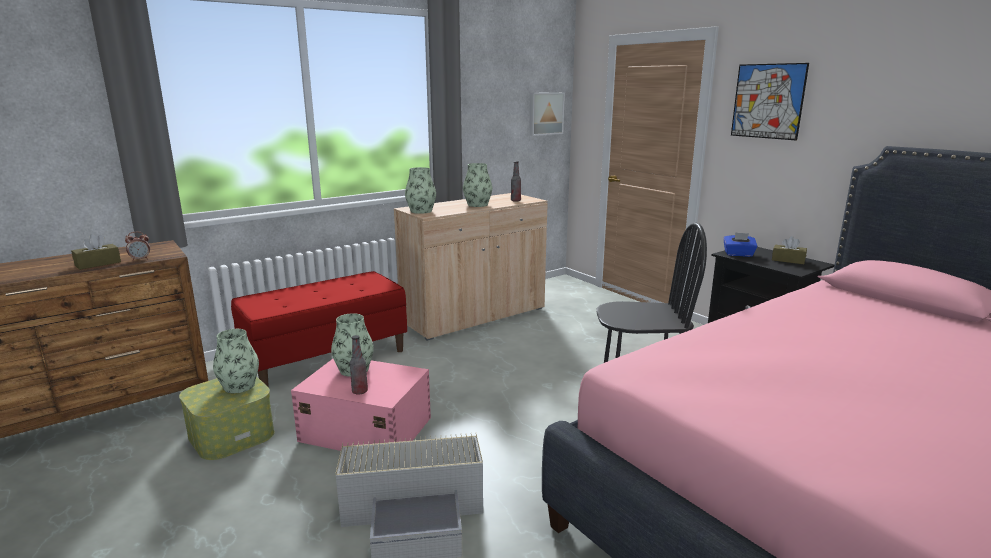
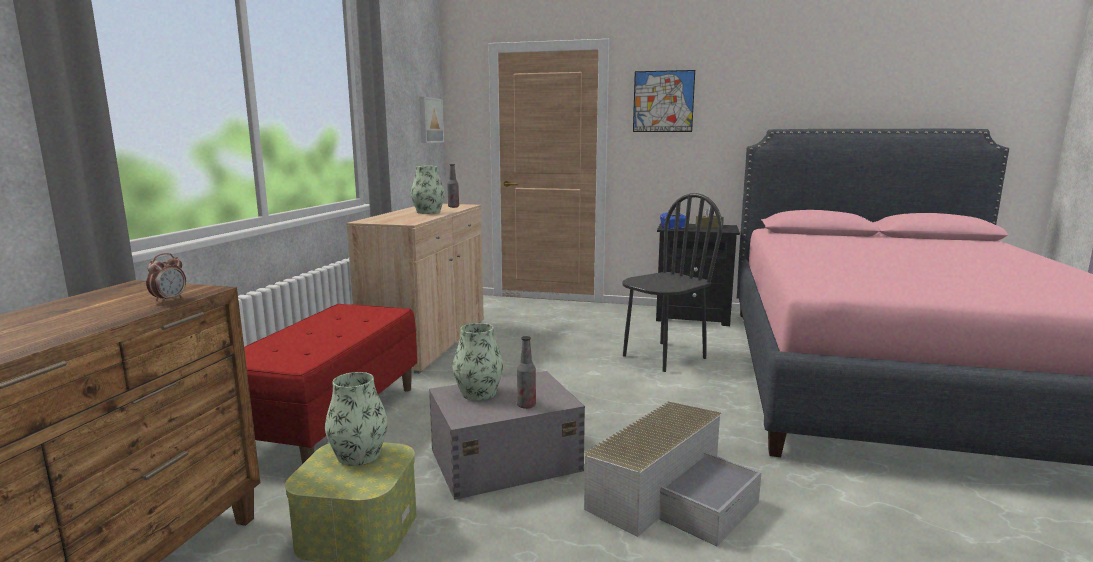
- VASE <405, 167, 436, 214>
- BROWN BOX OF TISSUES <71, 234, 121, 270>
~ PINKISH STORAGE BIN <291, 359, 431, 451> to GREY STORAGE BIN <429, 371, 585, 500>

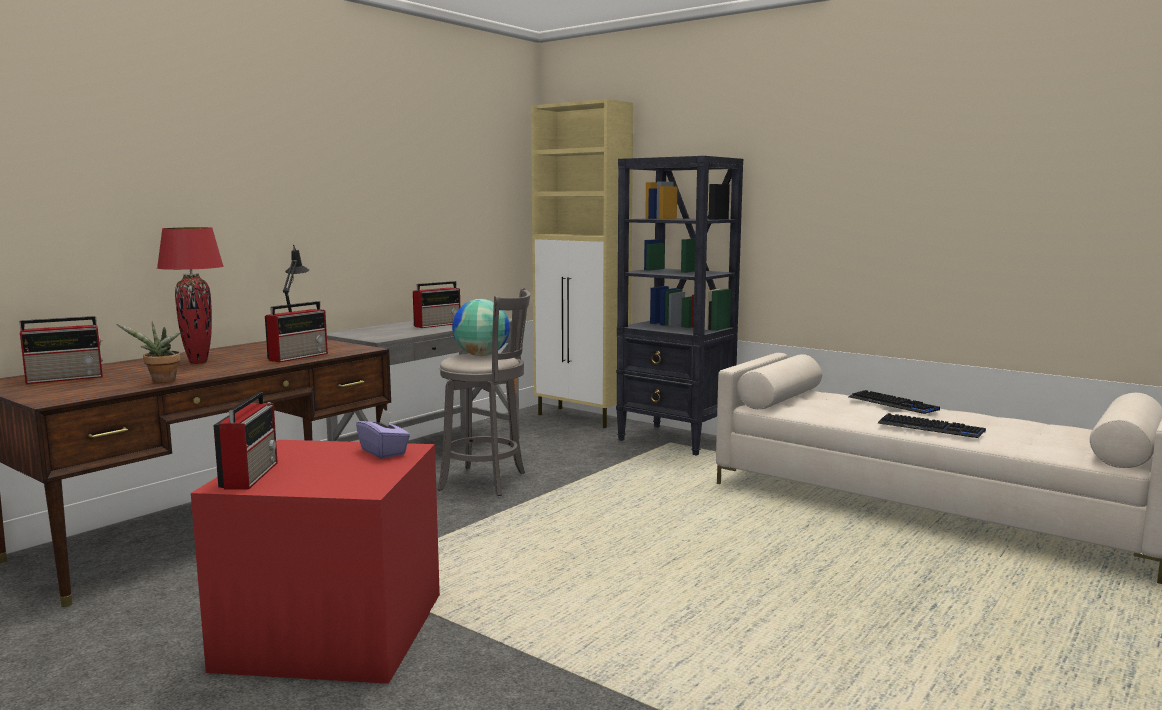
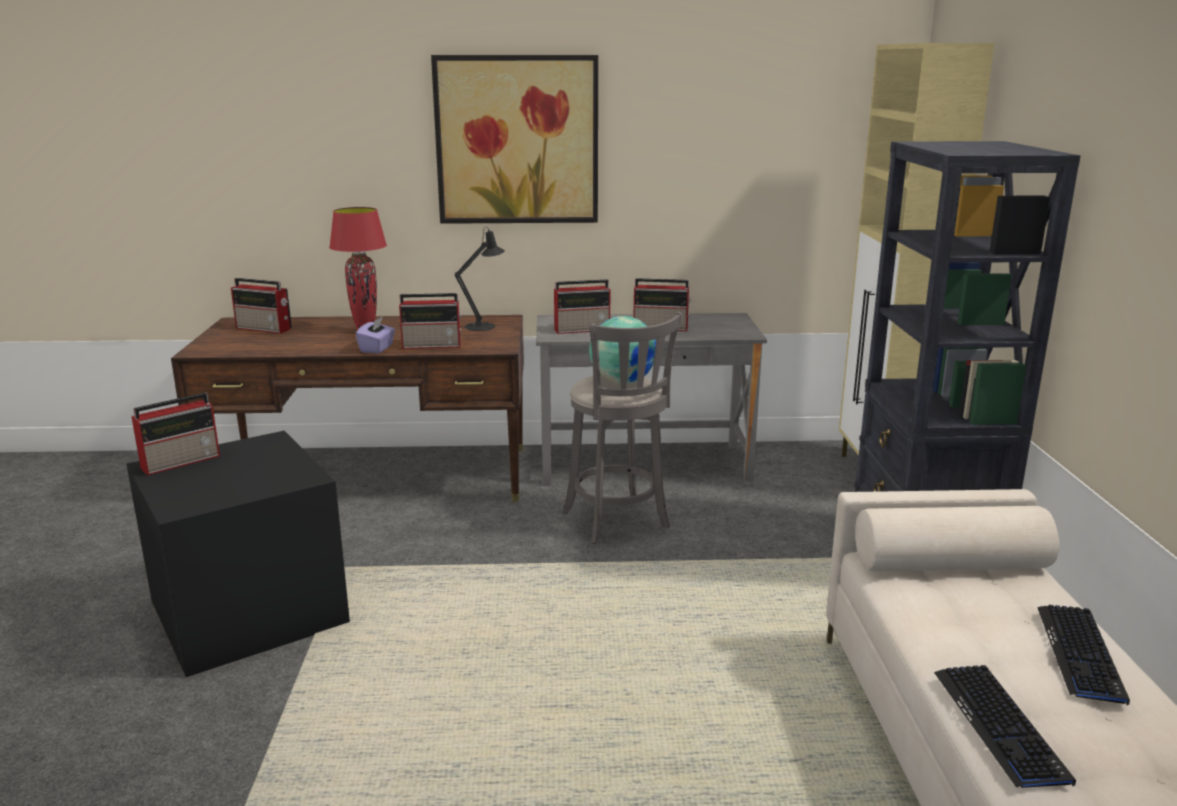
- POTTED PLANT <117, 321, 181, 383>
~ PURPLE-COLOURED BOX OF TISSUES <356, 409, 410, 459> to <356, 316, 395, 353>
~ REDDISH STORAGE BIN <191, 440, 440, 684> to BLACK-COLOURED STORAGE BIN <126, 431, 350, 677>
+ PICTURE <431, 55, 598, 224>
+ RADIO SET <554, 280, 611, 334>

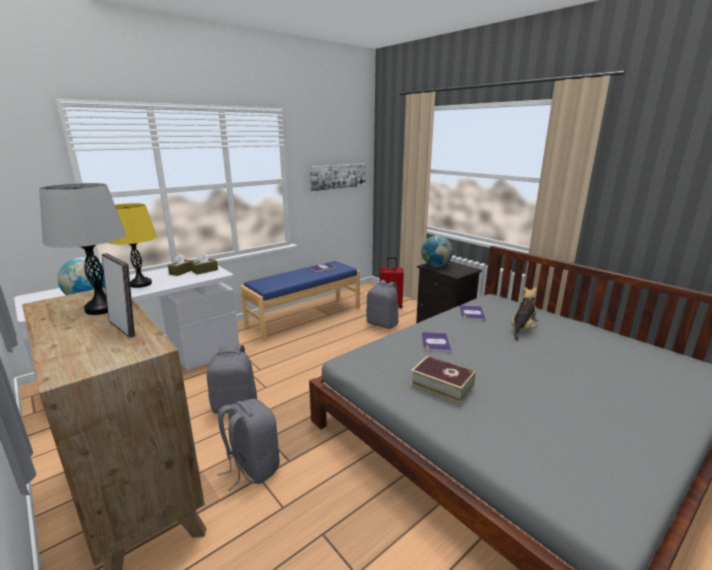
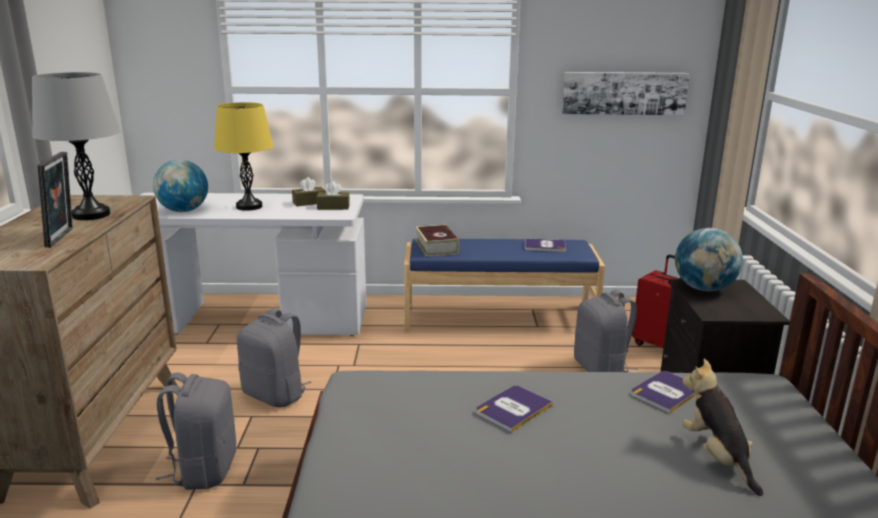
~ PLUSH TOY <511, 286, 538, 341> = <683, 358, 763, 496> 90 degrees counterclockwise
~ VOLUME <410, 356, 476, 403> to <415, 225, 459, 257>

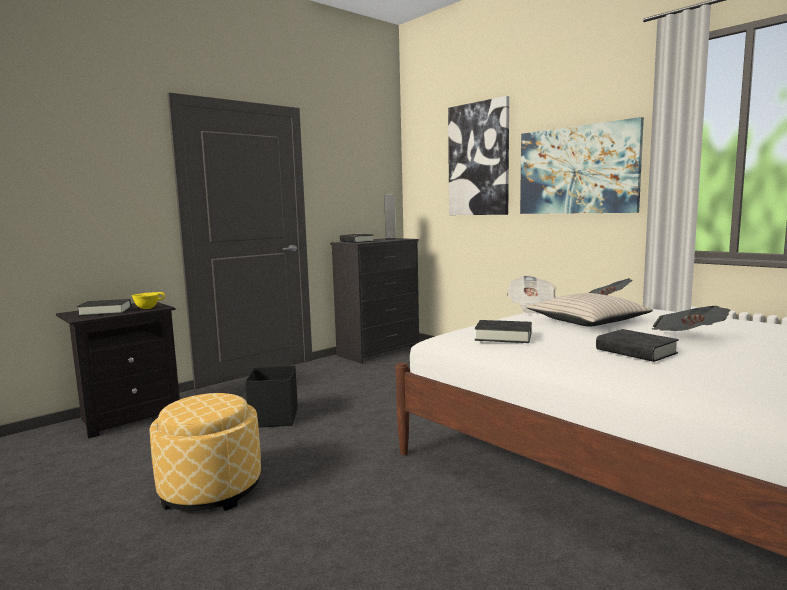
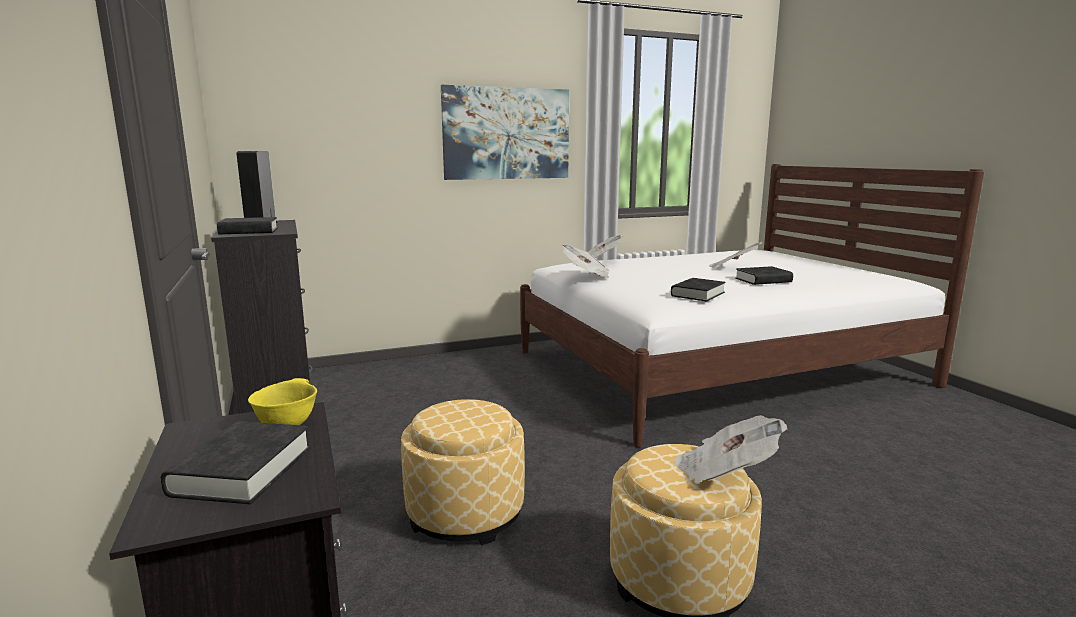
- PICTURE <448, 96, 509, 215>
- BEIGE-COLOURED PILLOW <526, 293, 653, 327>
~ BLACK-COLOURED STORAGE BIN <245, 366, 298, 427> to POUFFE <401, 399, 525, 545>
+ DAILY PAPER <674, 415, 788, 484>

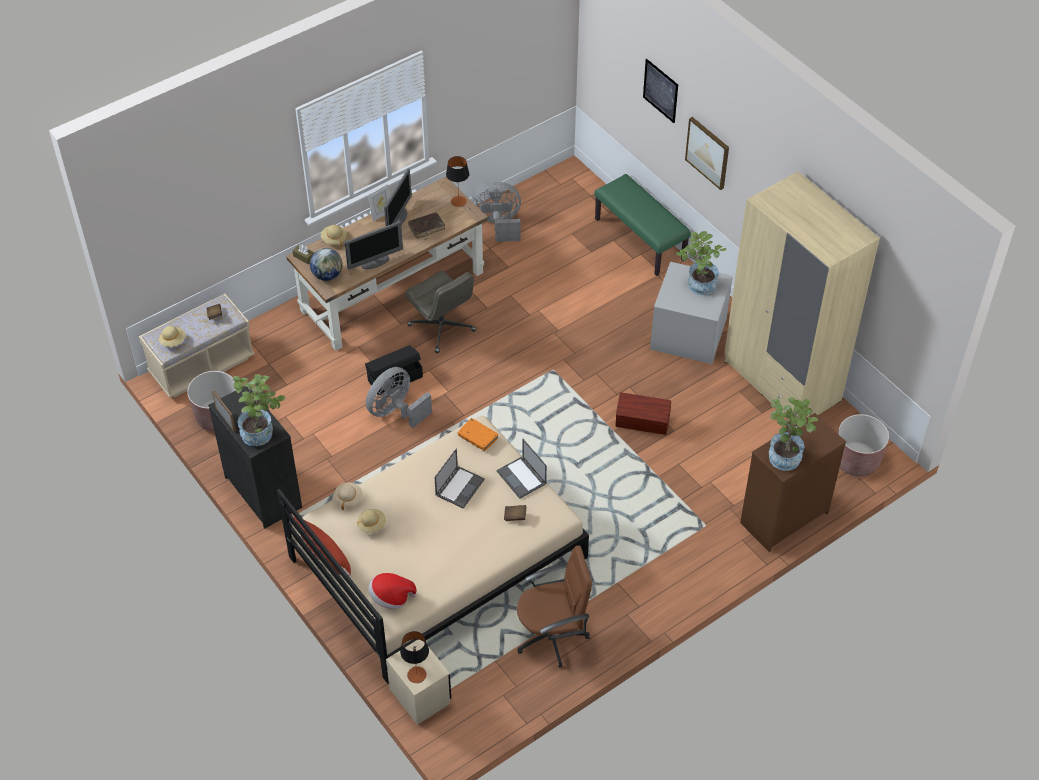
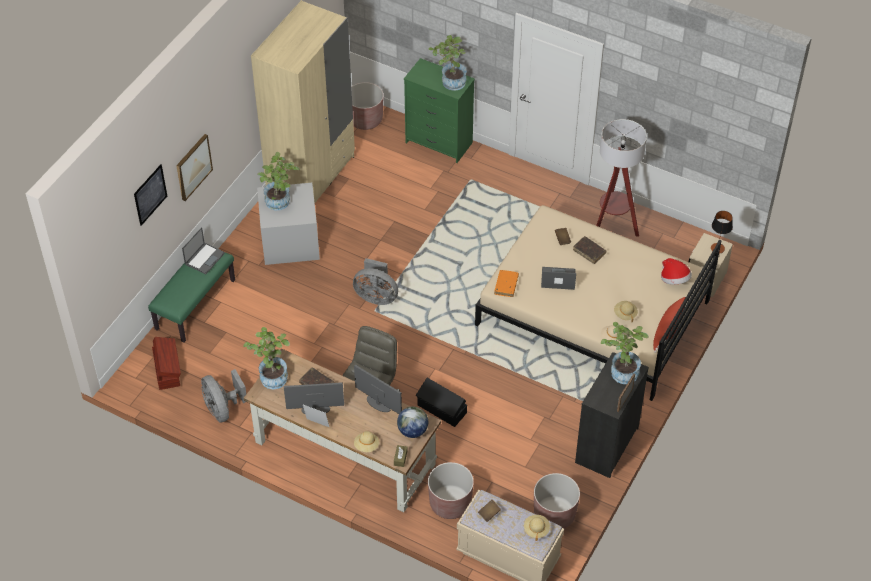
~ LAMP FOR A TABLE <446, 156, 469, 207> to POTTED PLANT <243, 327, 290, 389>
~ GREY FAN <366, 367, 432, 428> to <353, 258, 398, 305>
~ BROWN STORAGE BIN <616, 392, 671, 435> to <152, 337, 181, 390>
~ BROWN DRESSER <740, 413, 846, 552> to GREEN-COLOURED DRESSER <404, 58, 475, 163>
~ PORTABLE COMPUTER <497, 439, 547, 499> to <182, 227, 225, 274>
~ BROWN COMPUTER CHAIR <517, 545, 592, 668> to STANDARD LAMP <596, 119, 647, 237>
+ BROWN VOLUME <573, 236, 606, 264>
+ BROWN PLANT POT <428, 462, 474, 519>

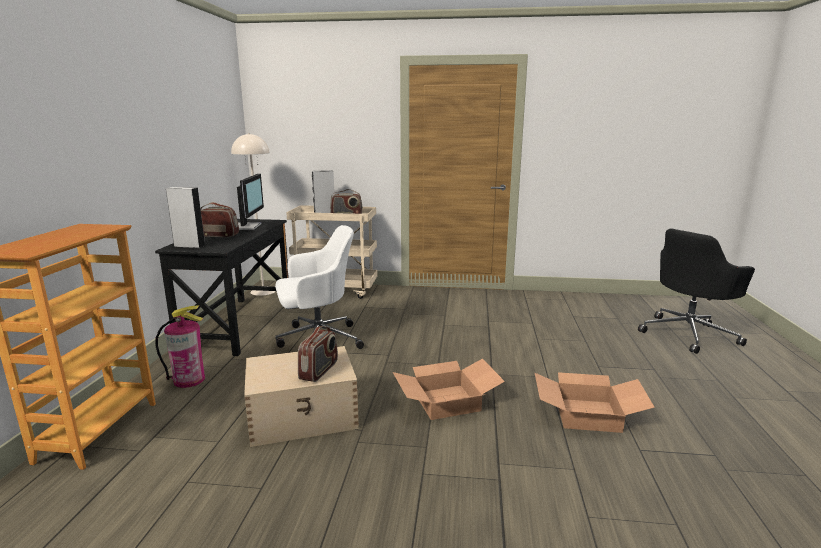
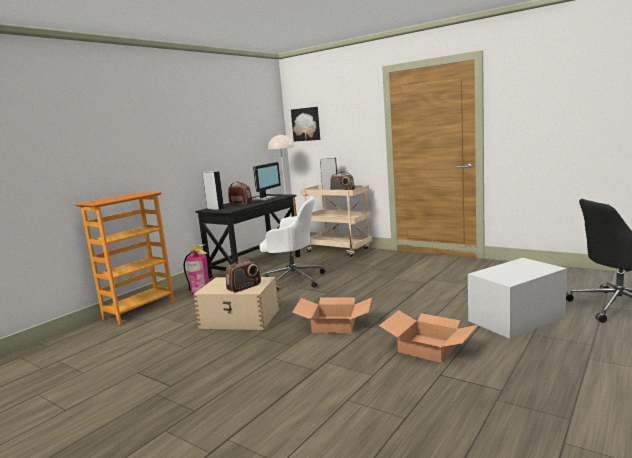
+ PICTURE <291, 107, 320, 141>
+ WHITE STORAGE BIN <468, 258, 567, 339>

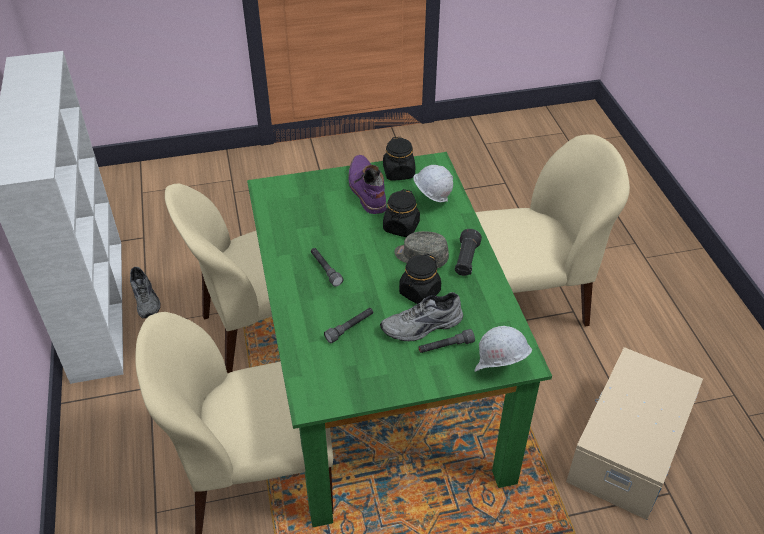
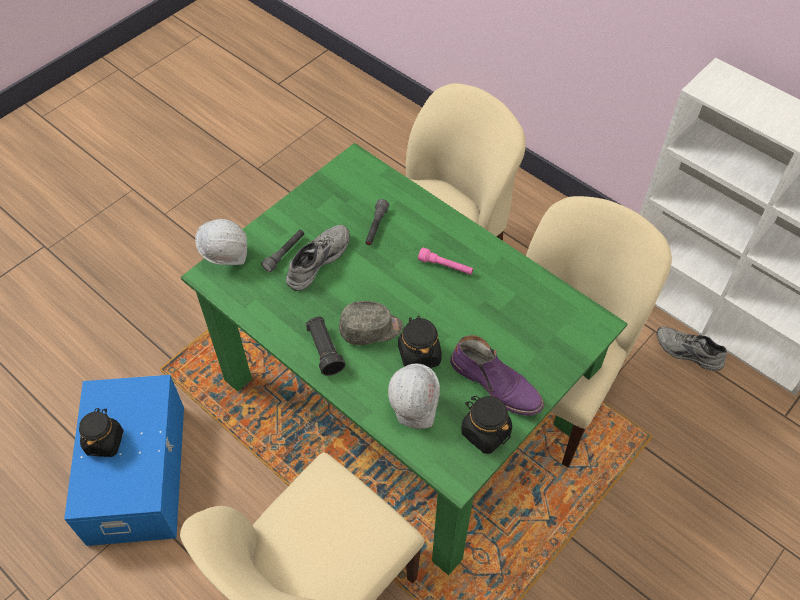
~ GREY FLASHLIGHT <311, 248, 343, 287> to PINKISH FLASHLIGHT <418, 247, 473, 275>
~ BLACK-COLOURED JAR <399, 254, 441, 304> to <79, 408, 123, 457>
~ BEIGE-COLOURED STORAGE BIN <566, 347, 703, 520> to BLUE-COLOURED STORAGE BIN <64, 375, 184, 546>

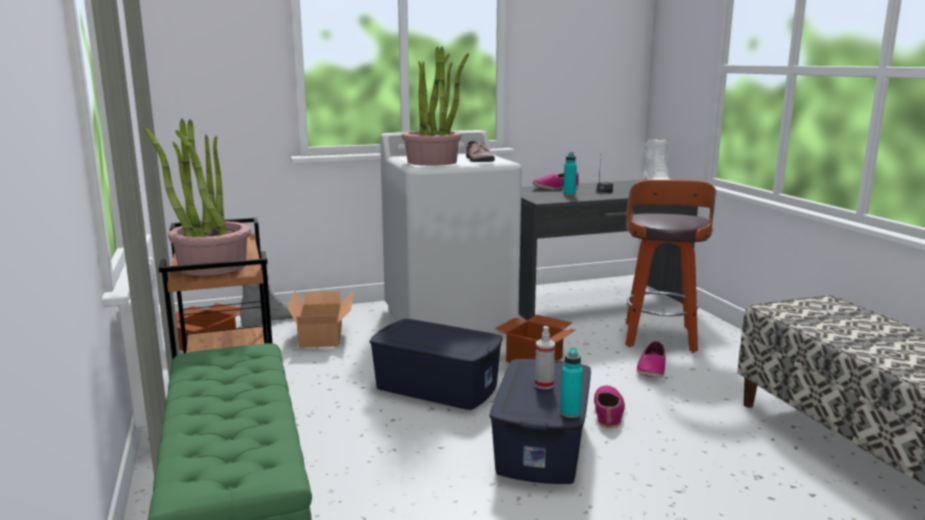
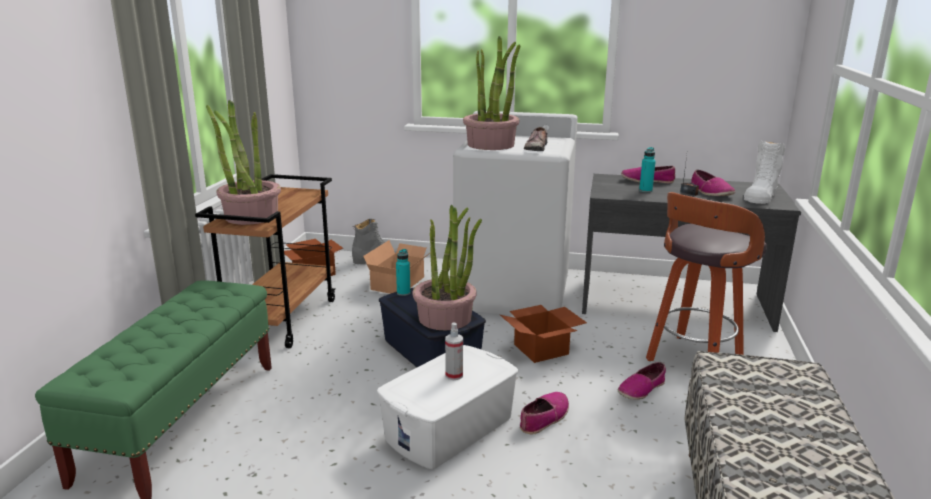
~ TURQUOISE BEVERAGE BOTTLE <560, 348, 583, 418> to <396, 249, 410, 296>
~ BLUE-COLOURED STORAGE BIN <490, 359, 591, 484> to WHITE STORAGE BIN <377, 345, 518, 469>
+ SHOE <691, 170, 735, 196>
+ POTTED PLANT <412, 205, 482, 330>

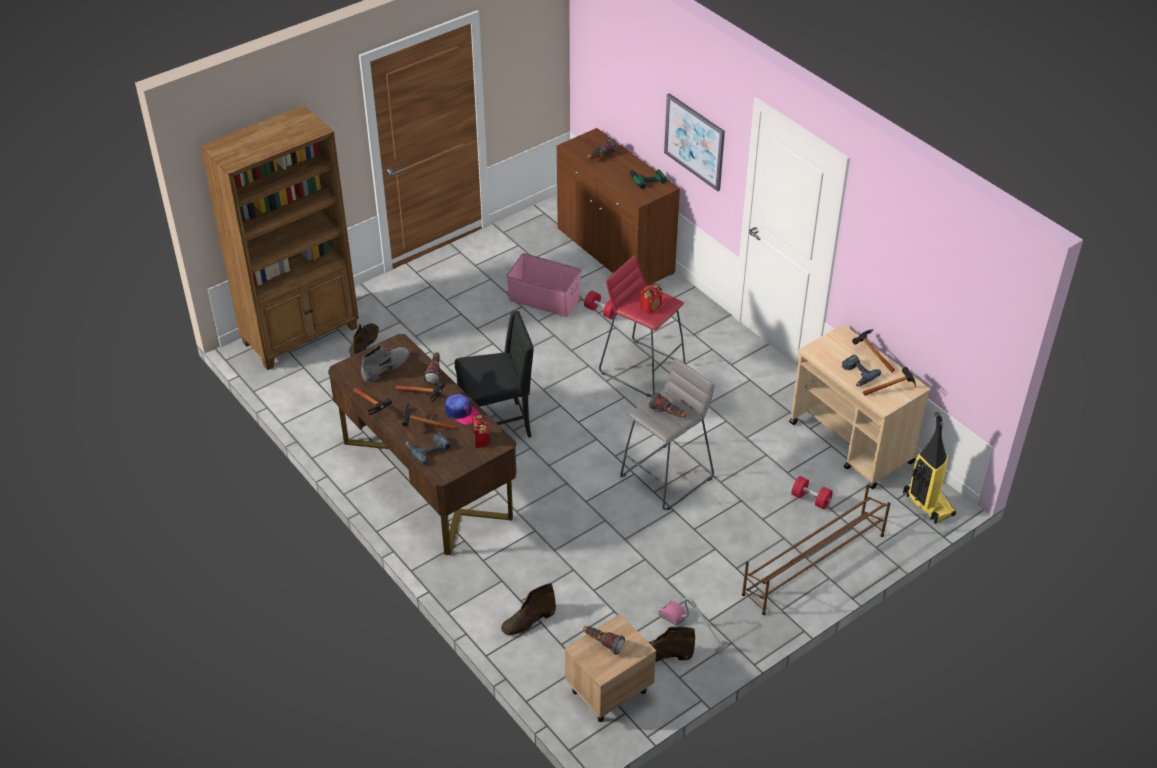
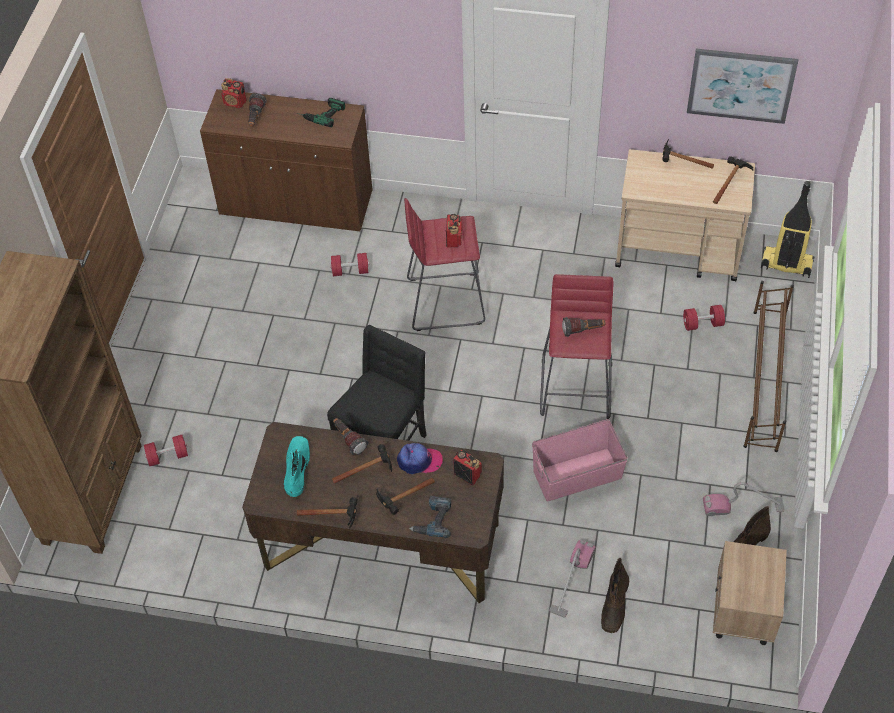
~ PICTURE <664, 93, 725, 191> to <687, 49, 798, 124>
~ PINKISH STORAGE BIN <506, 253, 581, 317> to <532, 419, 628, 501>
~ BROWN TALL BOOT <349, 323, 379, 356> to REDDISH HAND WEIGHT <144, 435, 188, 466>
~ GREY TALL BOOT <361, 344, 410, 382> to TURQUOISE TALL BOOT <284, 436, 310, 497>
- ELECTRIC DRILL <841, 354, 881, 387>
~ GREY STOOL <620, 358, 715, 511> to REDDISH STOOL <540, 274, 613, 419>
- FLASHLIGHT <583, 626, 625, 655>
+ RADIO SET <221, 78, 247, 108>
+ VACUUM CLEANER <549, 540, 596, 618>

